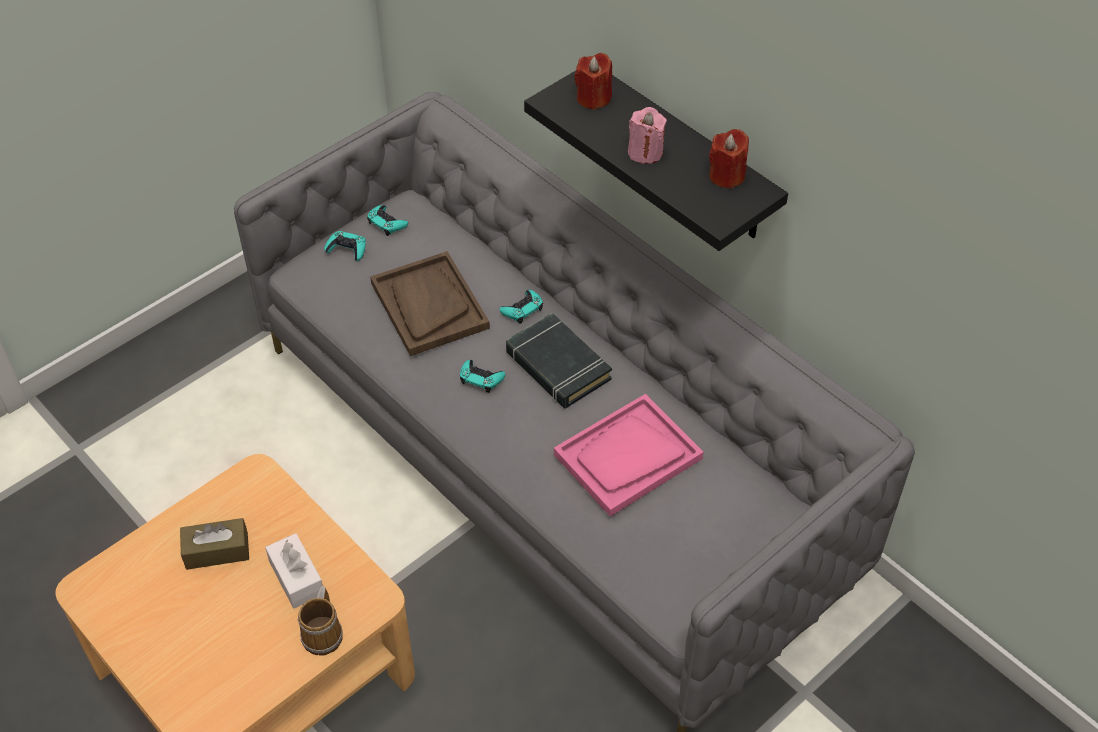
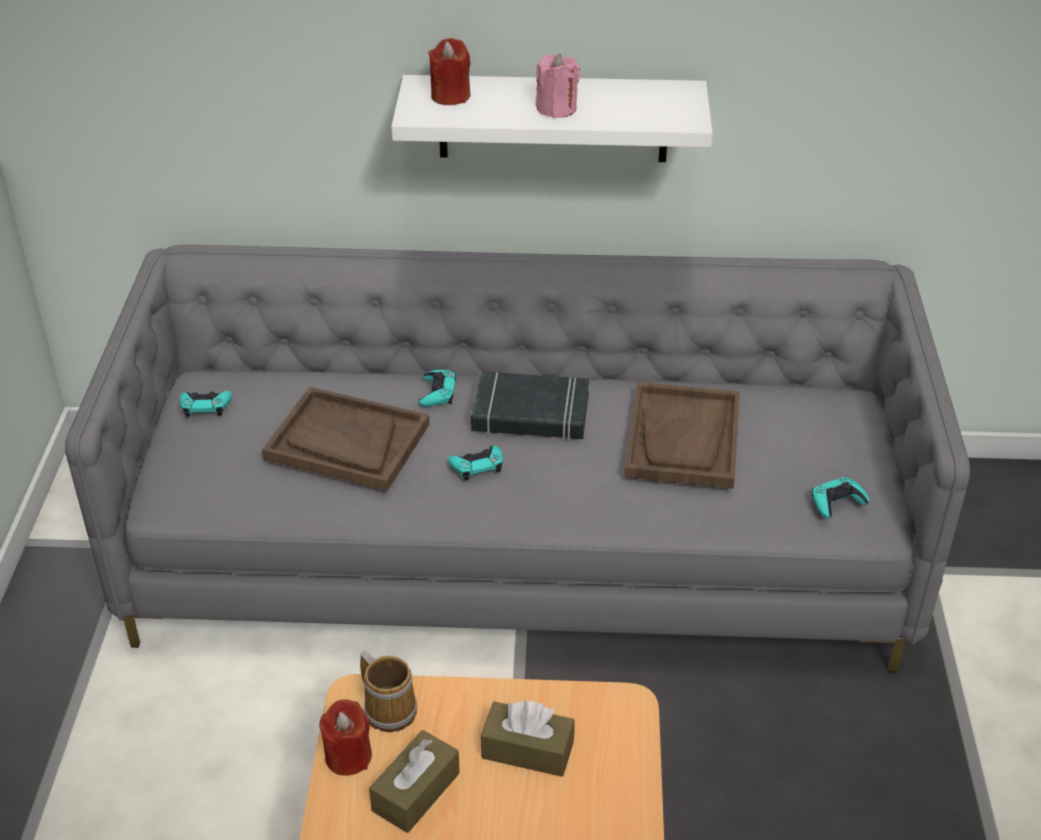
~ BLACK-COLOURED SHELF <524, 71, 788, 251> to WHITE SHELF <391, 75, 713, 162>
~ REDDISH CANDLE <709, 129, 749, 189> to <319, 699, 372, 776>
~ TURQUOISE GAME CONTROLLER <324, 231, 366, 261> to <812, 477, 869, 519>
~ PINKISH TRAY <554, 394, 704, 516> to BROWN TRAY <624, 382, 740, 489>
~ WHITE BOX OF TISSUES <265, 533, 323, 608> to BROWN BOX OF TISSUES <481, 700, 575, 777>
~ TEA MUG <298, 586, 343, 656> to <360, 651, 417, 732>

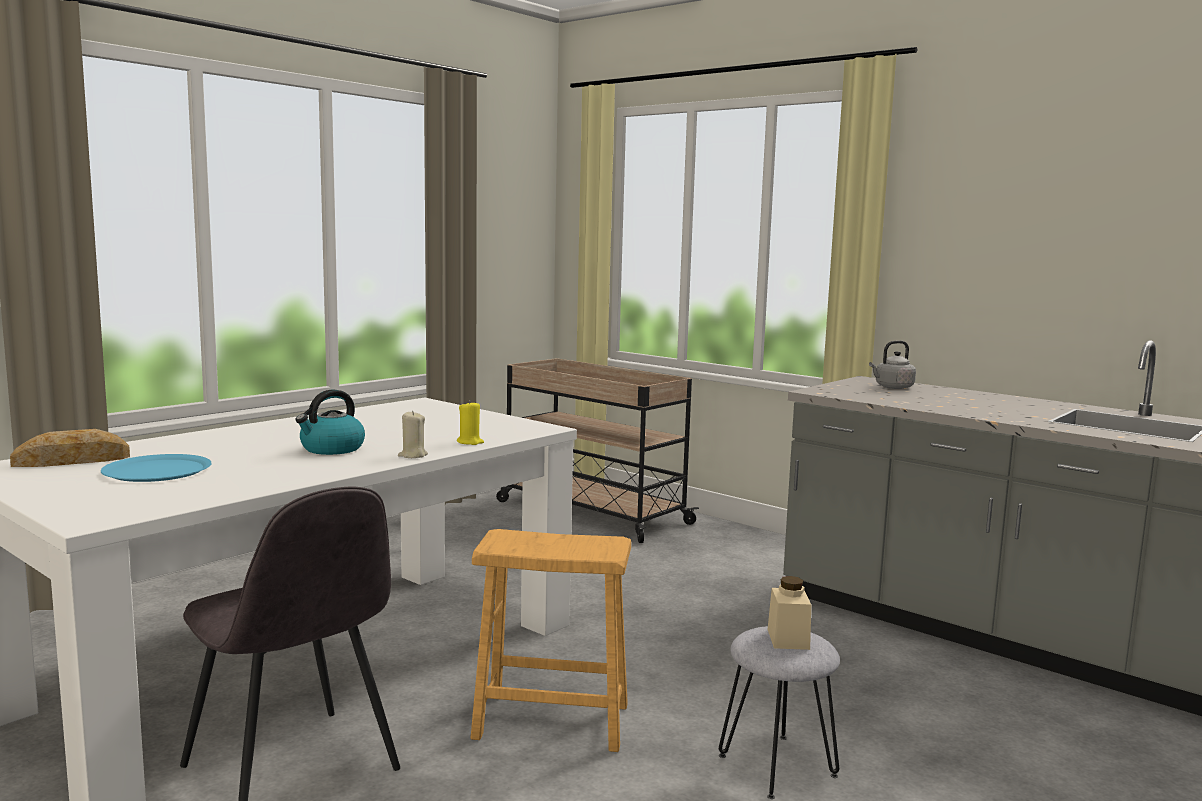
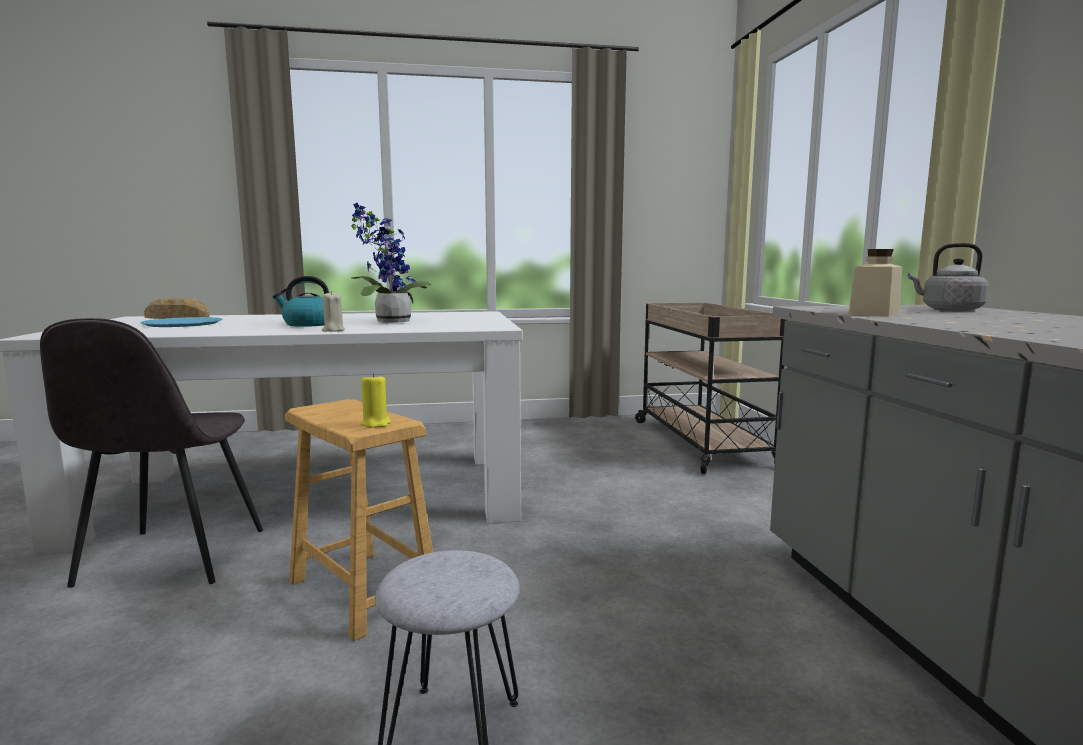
~ YELLOW CANDLE <457, 401, 484, 445> to <360, 373, 391, 428>
~ BEIGE-COLOURED JAR <767, 576, 811, 650> to <849, 249, 902, 317>
+ POTTED PLANT <351, 203, 431, 323>

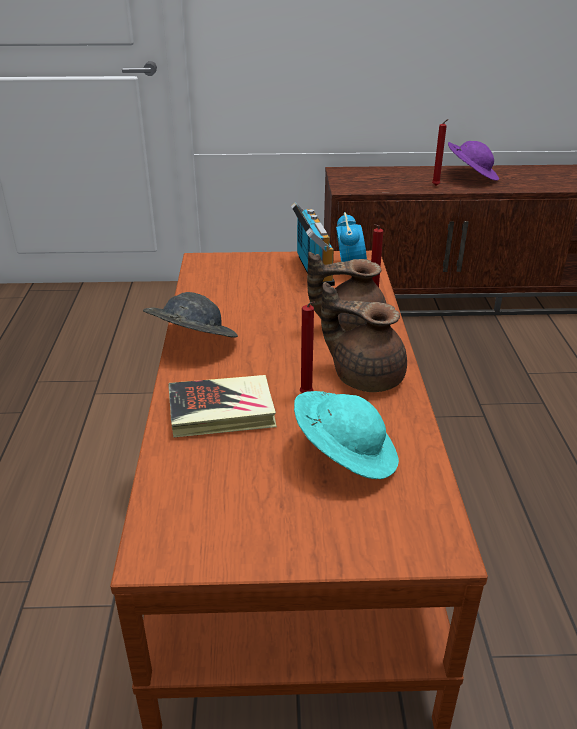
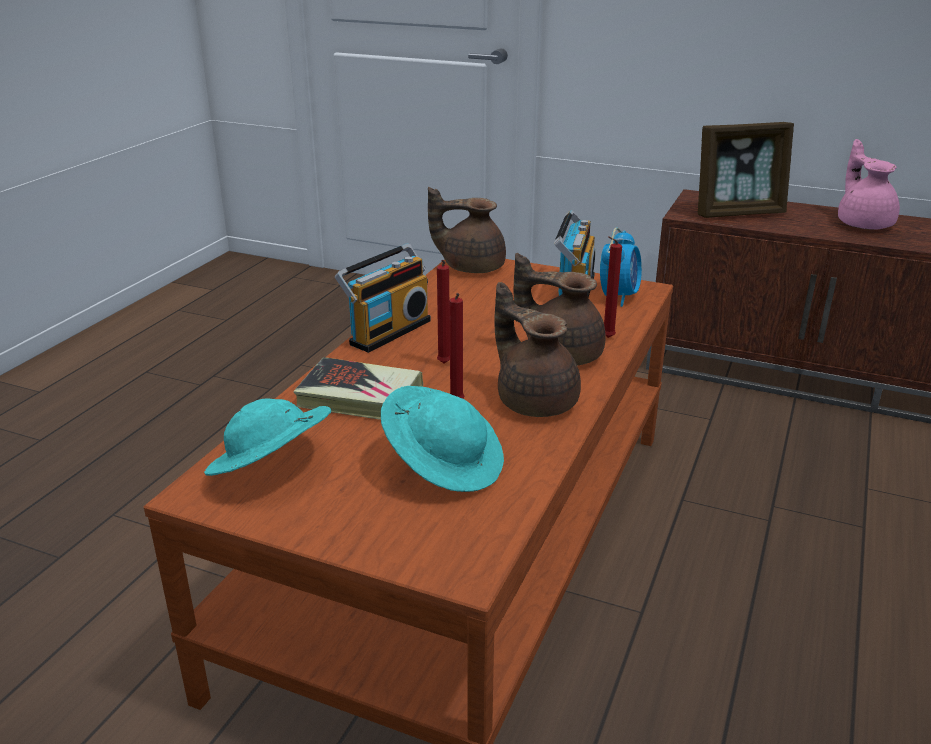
~ REDDISH CANDLE <432, 119, 448, 186> to <437, 260, 450, 364>
~ PURPLE-COLOURED WEARABLE HAT <448, 141, 499, 181> to PINKISH TEA POT <838, 139, 900, 230>
~ GREY WEARABLE HAT <143, 292, 238, 338> to RADIO SET <335, 243, 431, 353>
+ PHOTO FRAME <698, 122, 794, 218>
+ BROWN TEA POT <428, 187, 506, 273>
+ TURQUOISE WEARABLE HAT <204, 398, 331, 476>

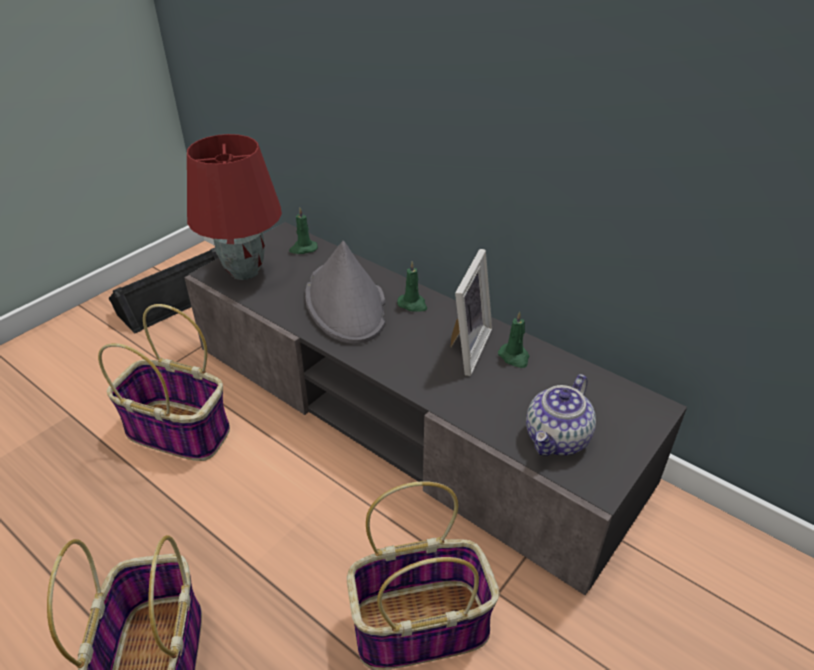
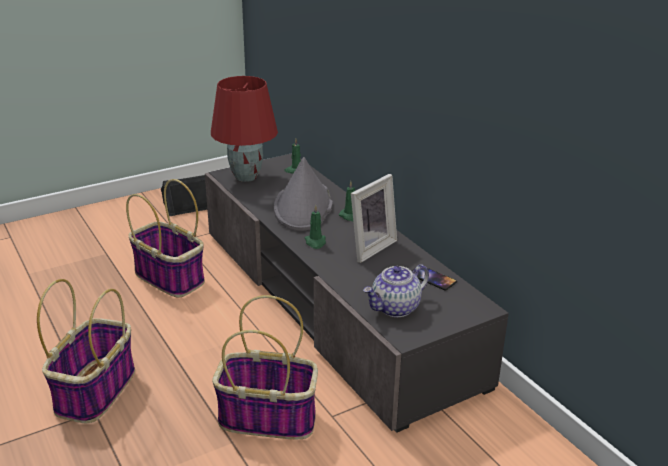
~ GREEN-COLOURED CANDLE <498, 311, 529, 368> to <305, 205, 326, 249>
+ PHONE <412, 268, 457, 291>

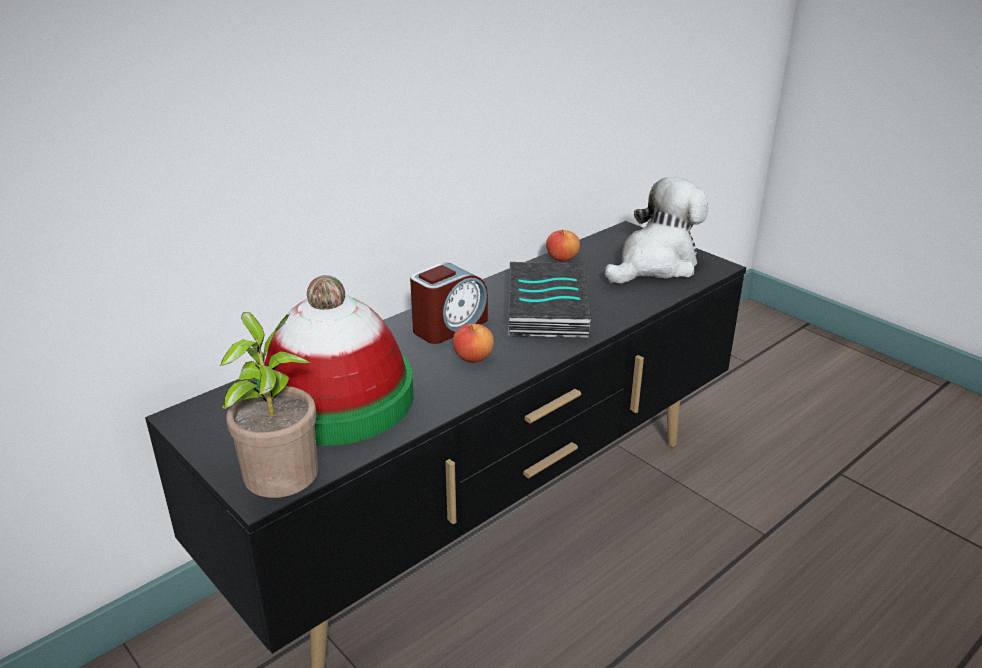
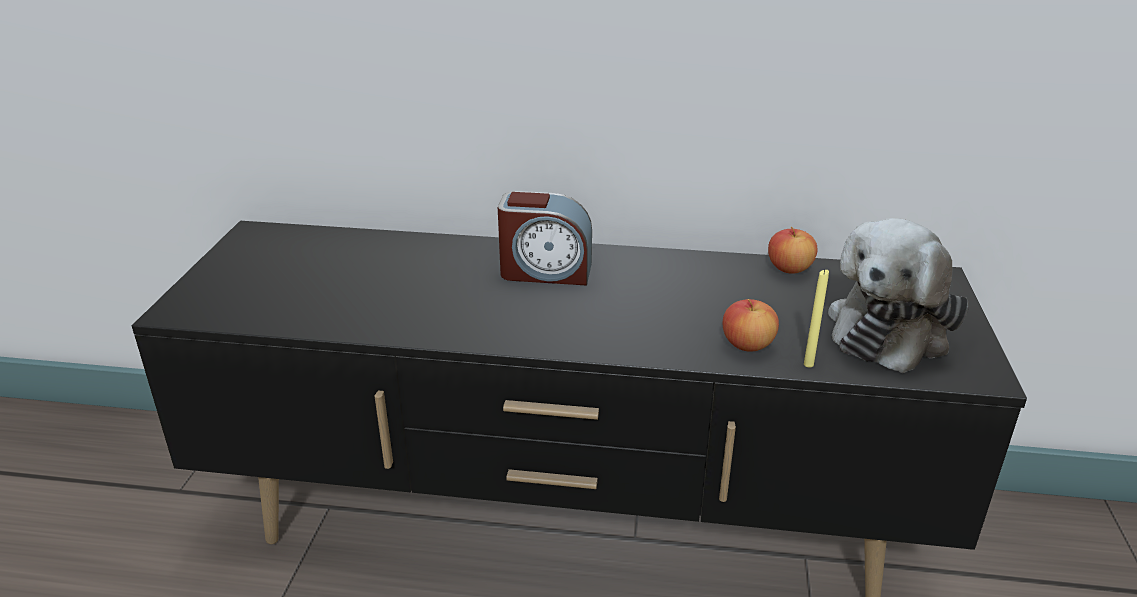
~ PLUSH TOY <605, 177, 708, 283> = <828, 218, 969, 373> 120 degrees clockwise
- VOLUME <508, 262, 591, 338>
- WEARABLE HAT <256, 275, 414, 446>
- POTTED PLANT <219, 312, 318, 498>
~ APPLE <453, 324, 494, 363> to <723, 299, 779, 352>
+ YELLOW CANDLE <804, 269, 829, 368>

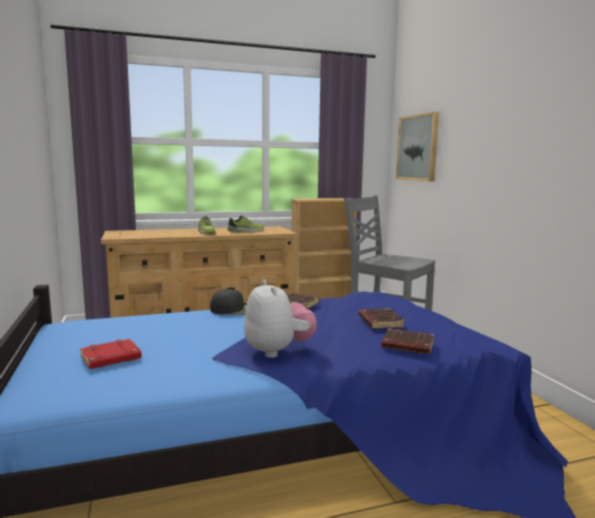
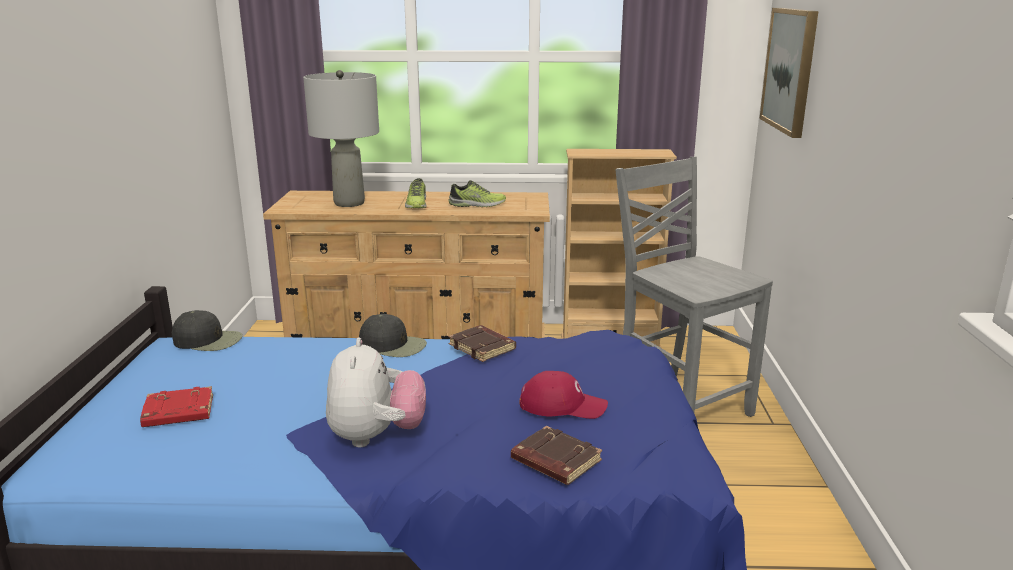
~ BROWN VOLUME <359, 308, 405, 329> to REDDISH BASEBALL CAP <519, 371, 608, 419>
+ GREY LAMP FOR A TABLE <303, 70, 379, 207>
+ BLACK-COLOURED BASEBALL CAP <172, 310, 243, 351>

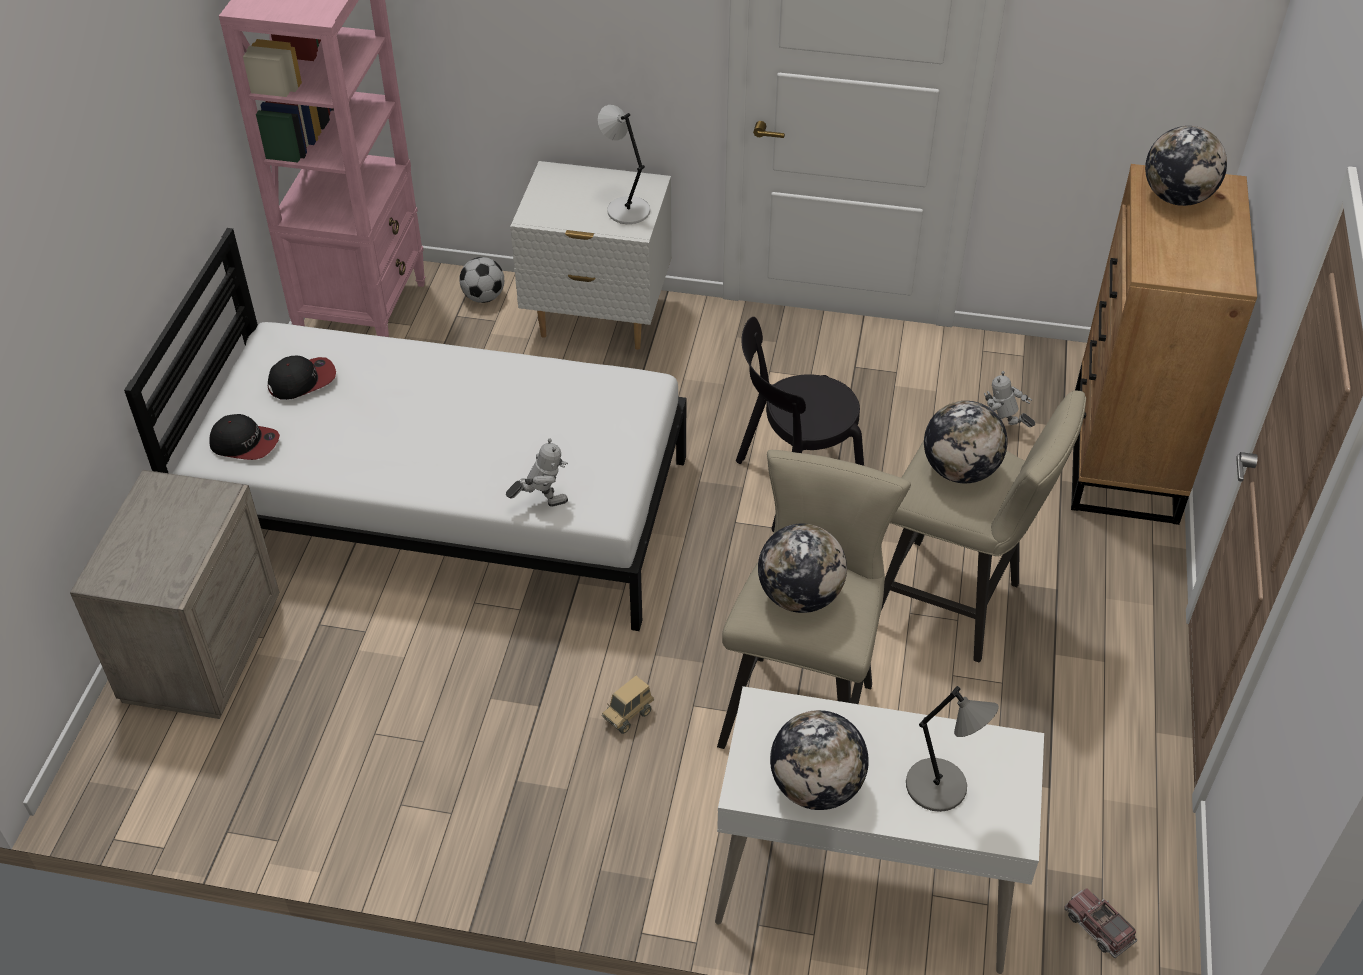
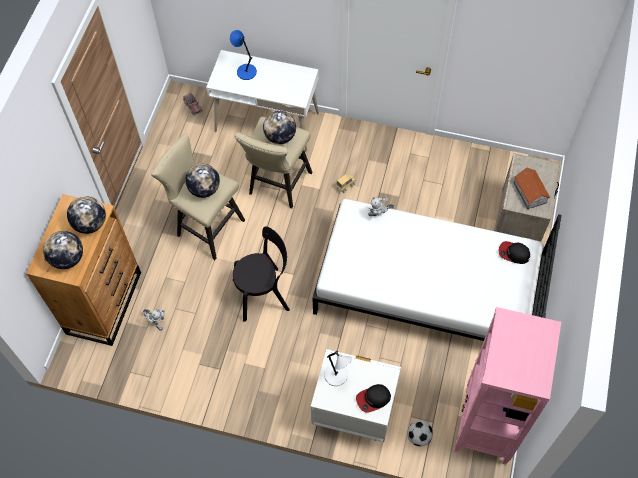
~ BASEBALL CAP <267, 356, 336, 400> to <356, 384, 391, 412>
~ GREY LAMP FOR A TABLE <906, 686, 999, 812> to BLUE-COLOURED LAMP FOR A TABLE <230, 30, 257, 80>
~ WORLD GLOBE <770, 710, 869, 810> to <67, 196, 106, 234>
+ TOY HOUSE <514, 168, 550, 209>

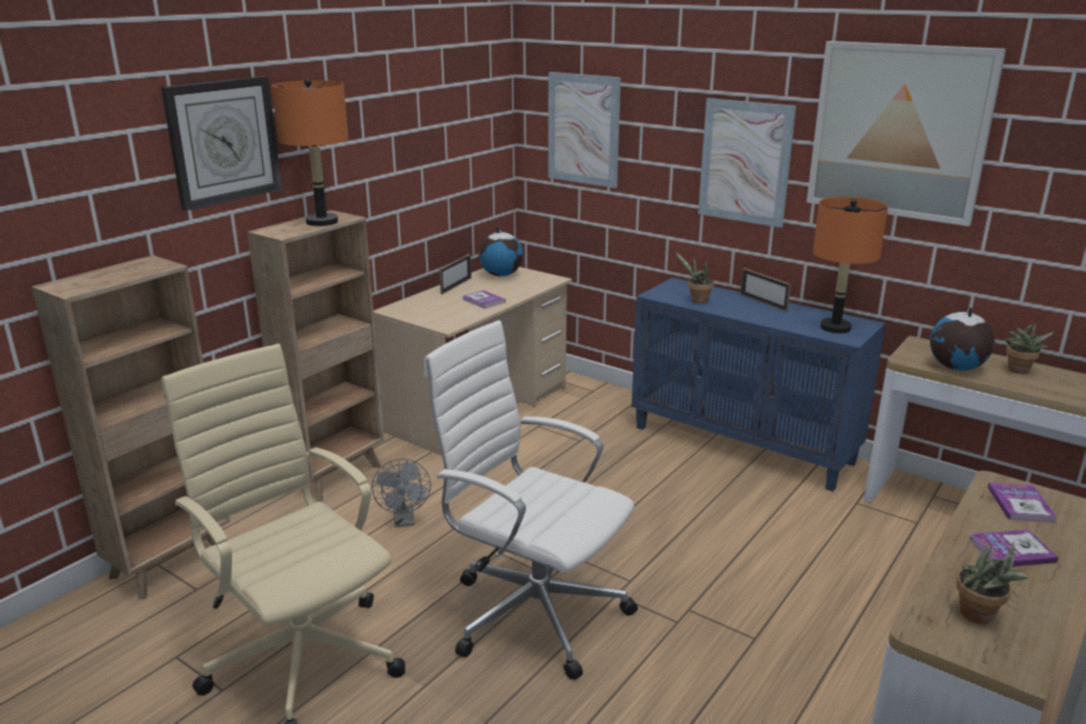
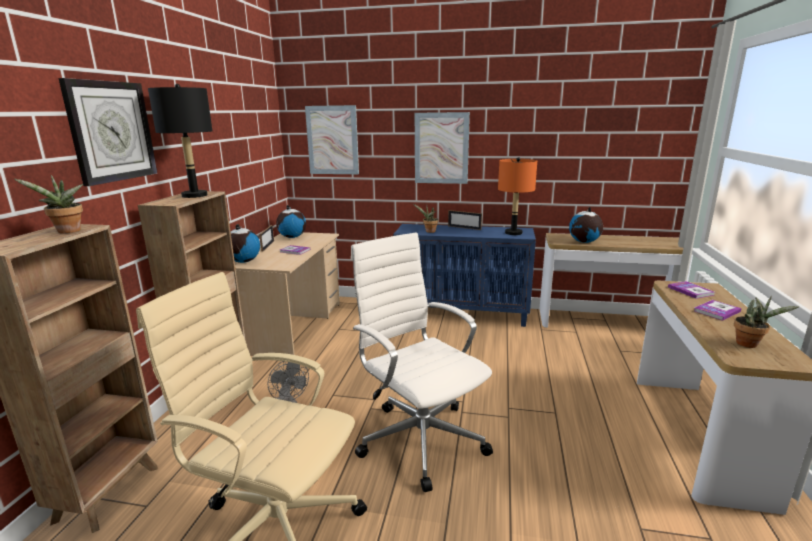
- PICTURE <807, 41, 1006, 226>
~ ORANGE LAMP FOR A TABLE <272, 78, 348, 226> to BLACK-COLOURED LAMP FOR A TABLE <148, 84, 212, 198>
~ WHITE COMPUTER CHAIR <423, 320, 638, 680> = <351, 232, 493, 492> 45 degrees clockwise
~ POTTED PLANT <1005, 323, 1054, 374> to <14, 175, 83, 233>
+ WORLD GLOBE <231, 224, 260, 263>

